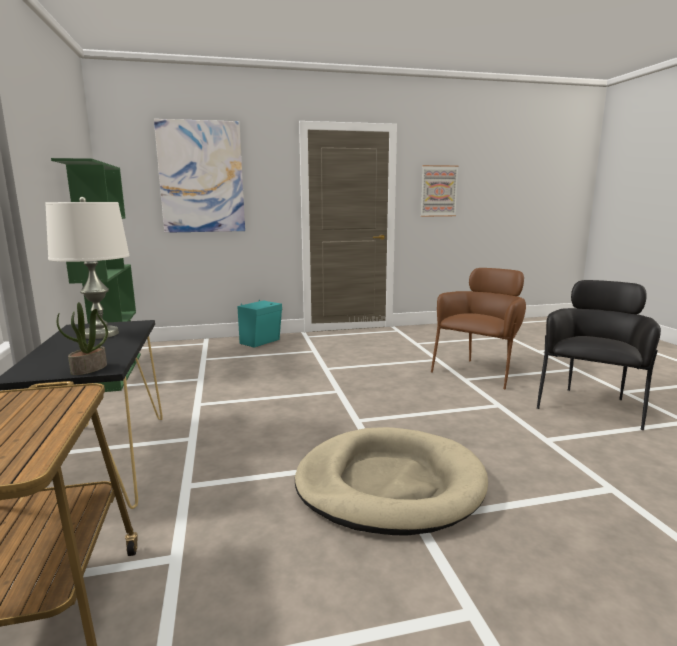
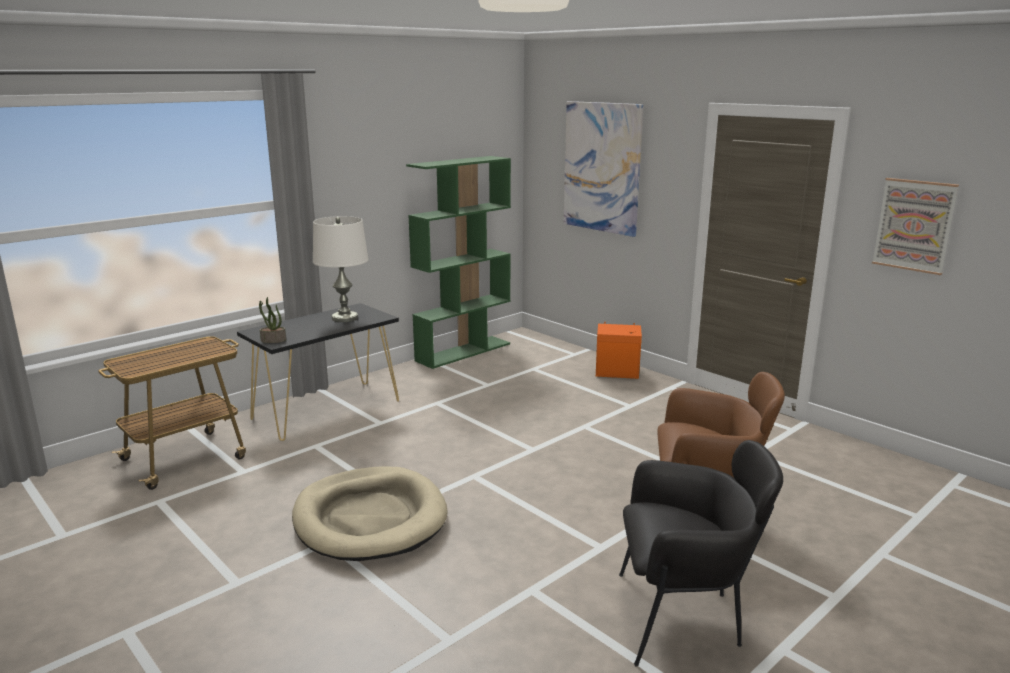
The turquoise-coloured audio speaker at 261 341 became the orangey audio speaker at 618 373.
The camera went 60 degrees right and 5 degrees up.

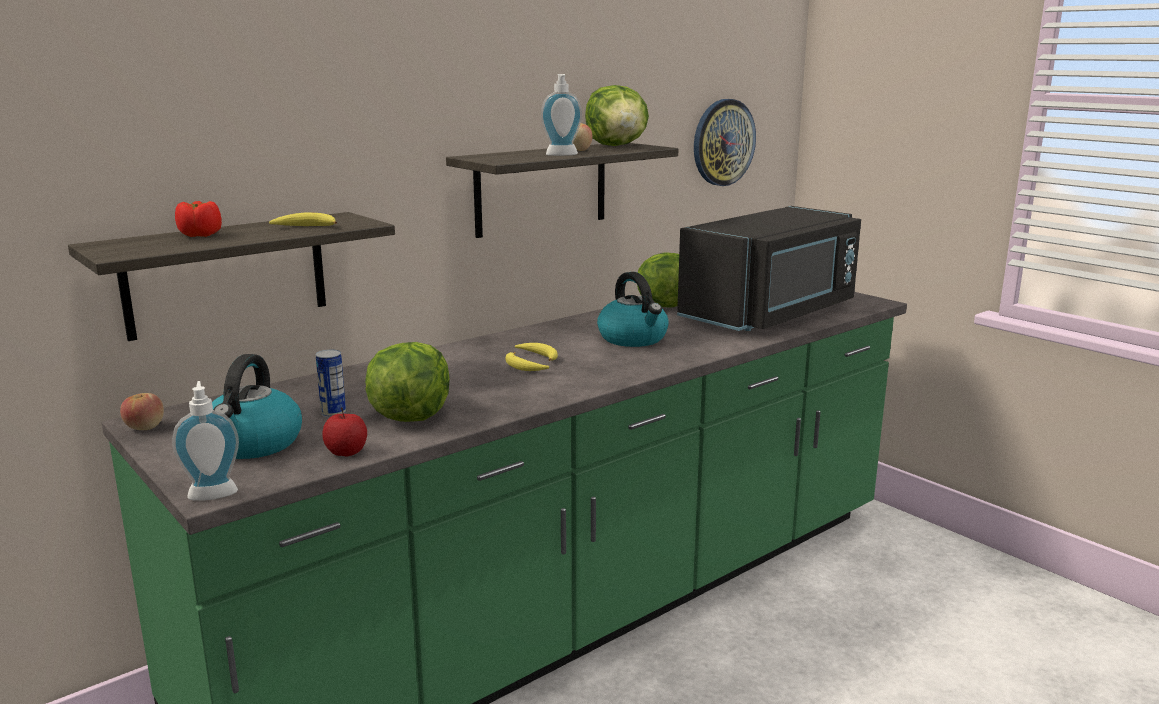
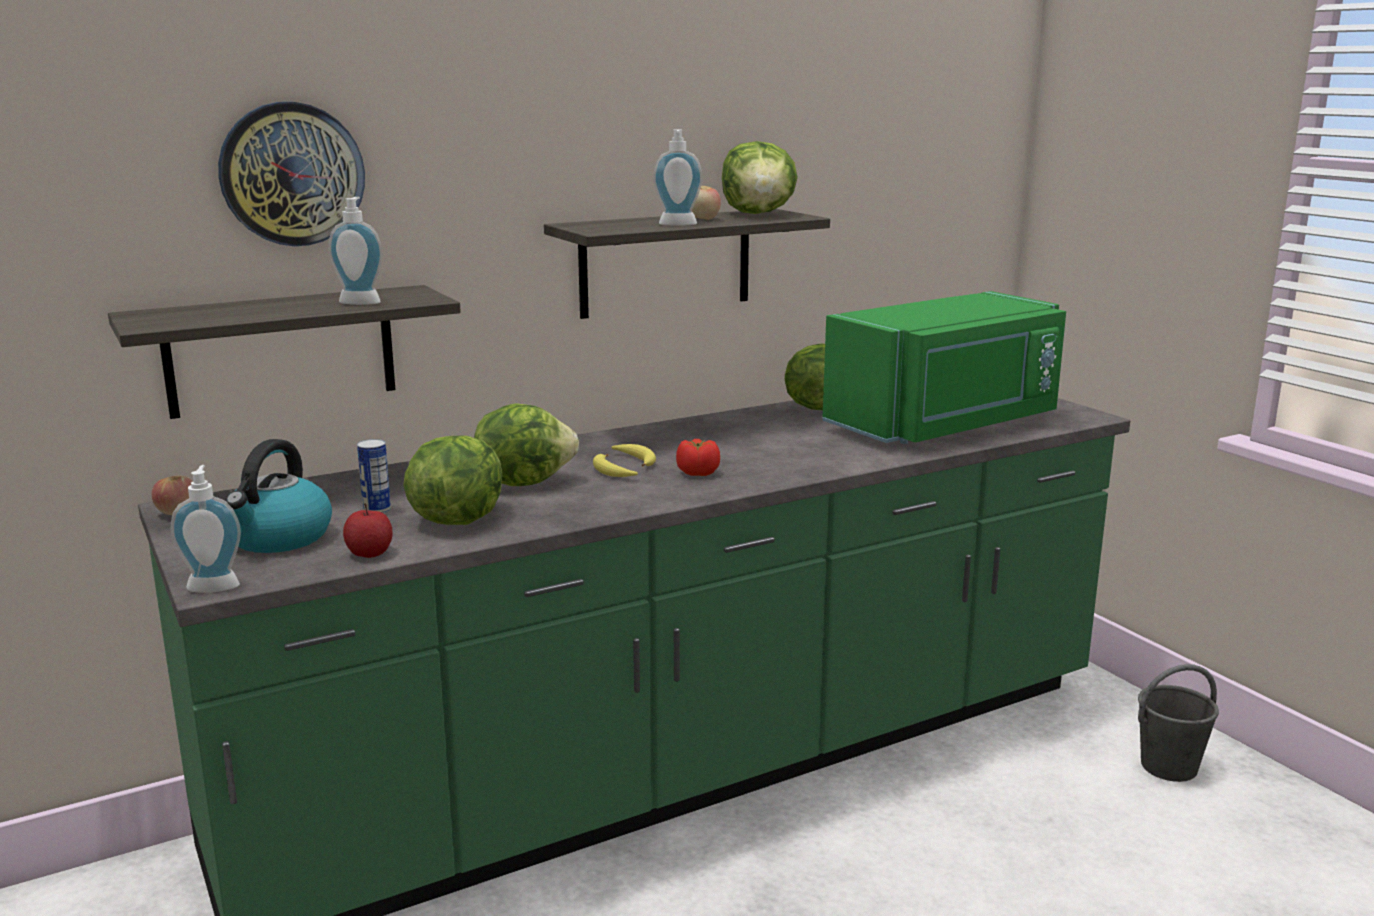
The whole tomato moved from 200 235 to 697 473.
The whole banana at 305 227 was replaced by the soap bottle at 361 301.
The water kettle at 633 339 disappeared.
The black-coloured kitchen microwave at 772 314 became the green-coloured kitchen microwave at 946 424.
The clock on the wall moved from 723 142 to 292 174.
The lettuce head at 524 481 appeared.
The greyish bucket at 1169 766 appeared.
The camera went 10 degrees right and 0 degrees up.

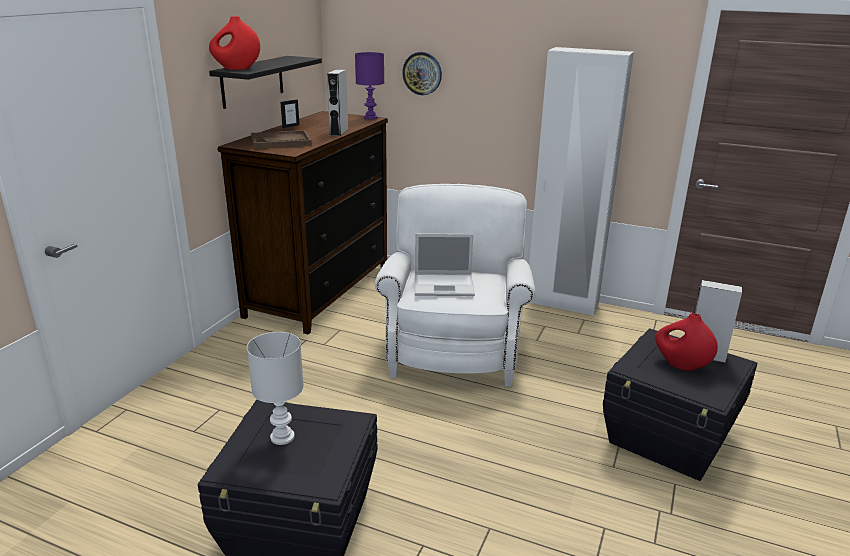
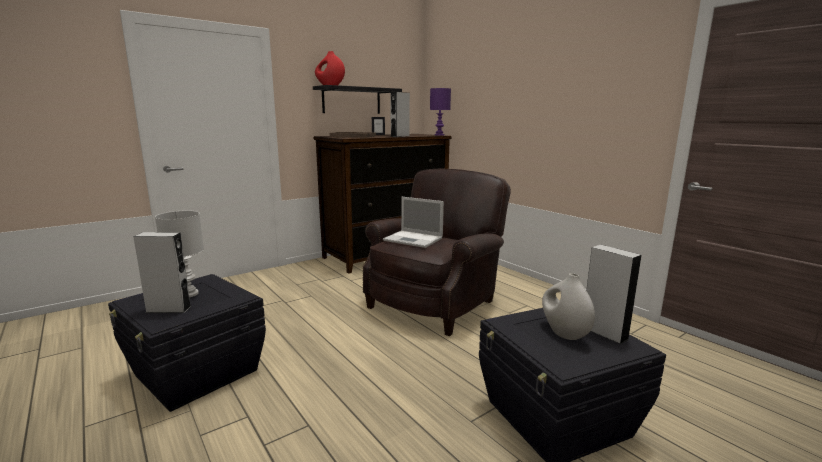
The whitish easy chair at 454 348 became the brownish easy chair at 435 302.
The clock on the wall at 422 73 disappeared.
The whitish wardrobe at 562 303 disappeared.
The red decorative vase at 680 365 became the whitish decorative vase at 564 333.
The greyish audio speaker at 168 309 appeared.
The camera went 30 degrees right and 10 degrees down.

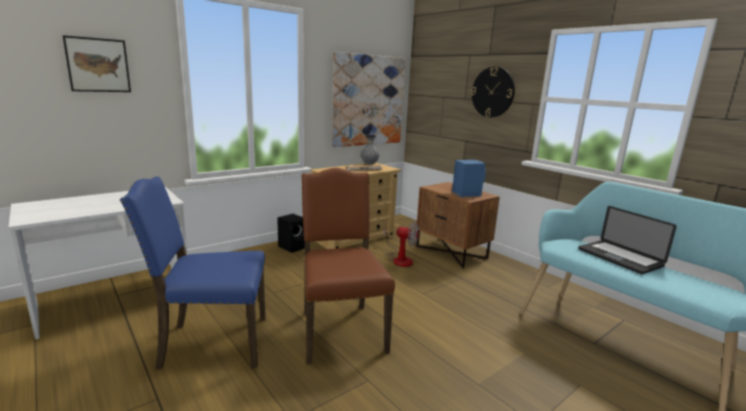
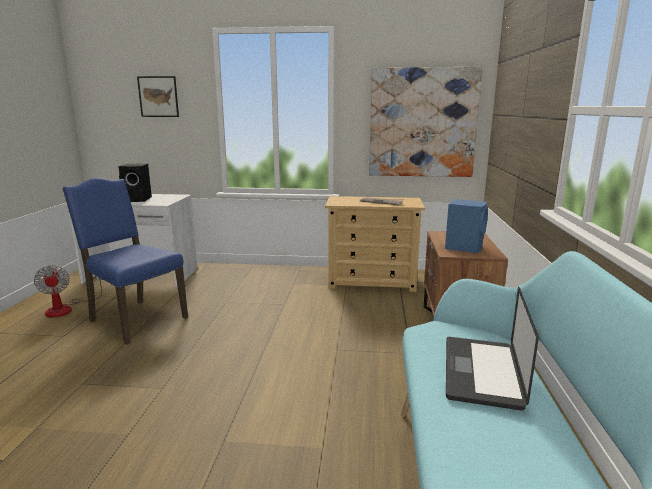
The black-coloured audio speaker moved from 293 247 to 138 199.
The brownish upright chair at 340 330 disappeared.
The greyish decorative vase at 369 164 disappeared.
The fan moved from 399 259 to 67 308.
The clock on the wall at 492 92 disappeared.
The camera went 45 degrees right and 0 degrees up.

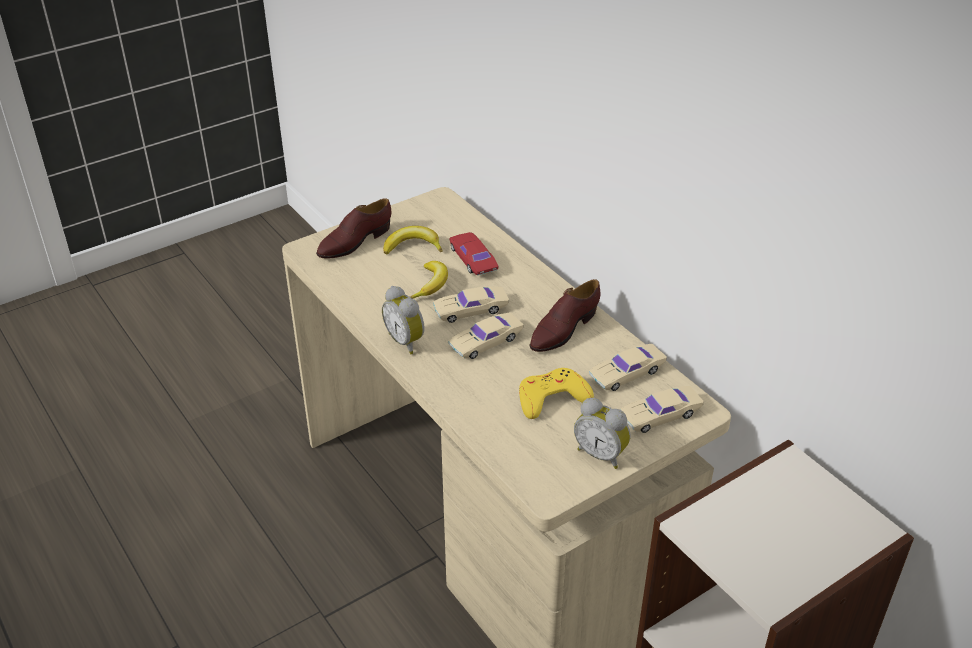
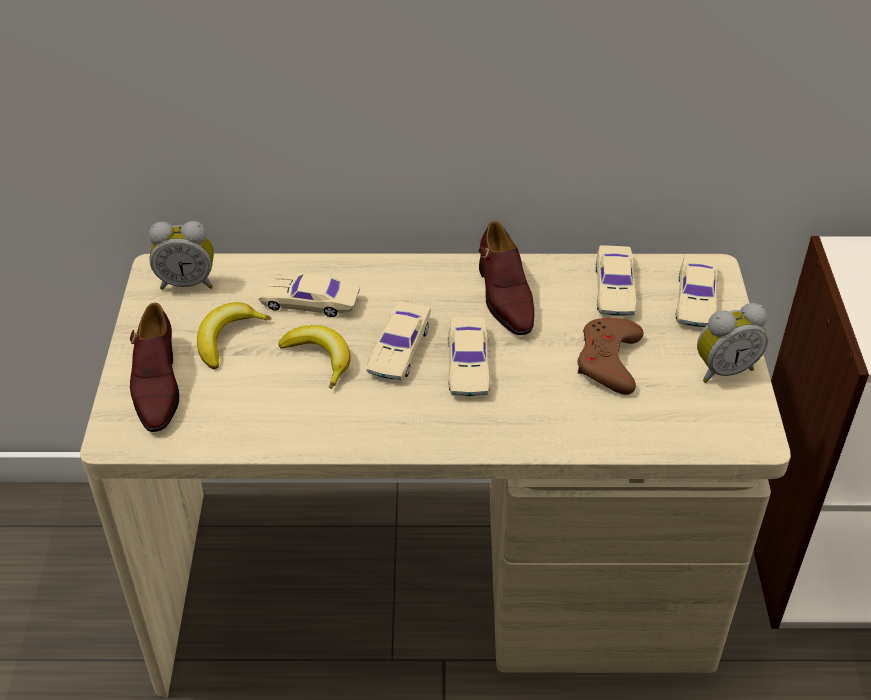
The alarm clock moved from 407 341 to 187 282.
The red model car at 473 259 became the sand-coloured model car at 310 301.
The yellow joypad at 552 398 became the brownish joypad at 609 361.
The camera went 55 degrees left and 5 degrees up.

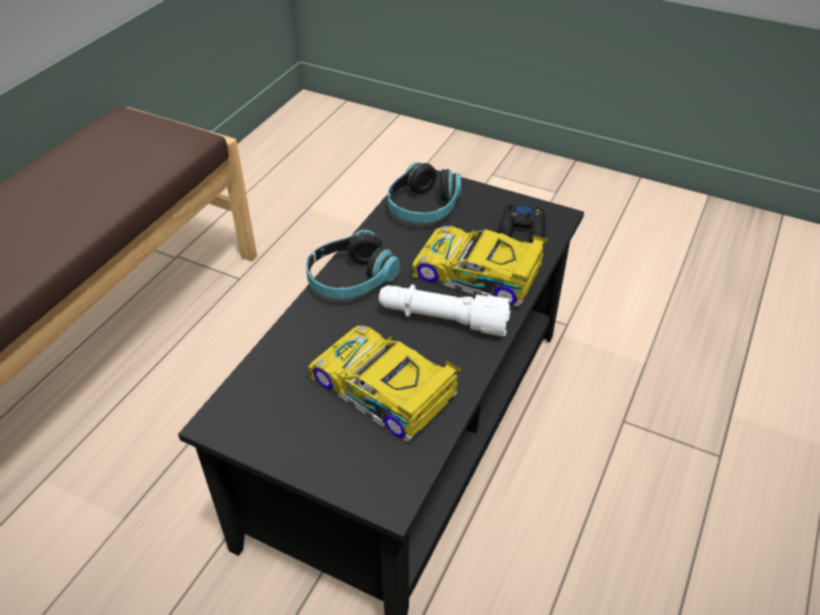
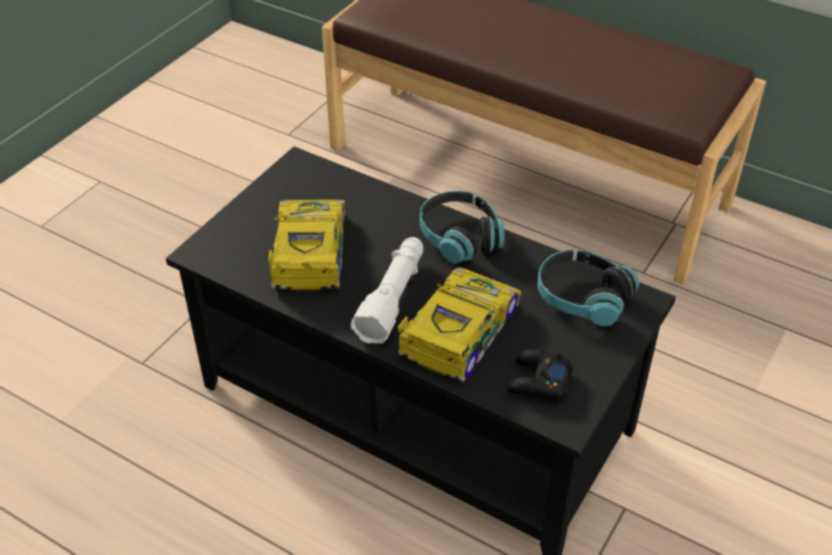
The model car at 384 391 turned 45 degrees counterclockwise.
The camera went 95 degrees right and 0 degrees up.

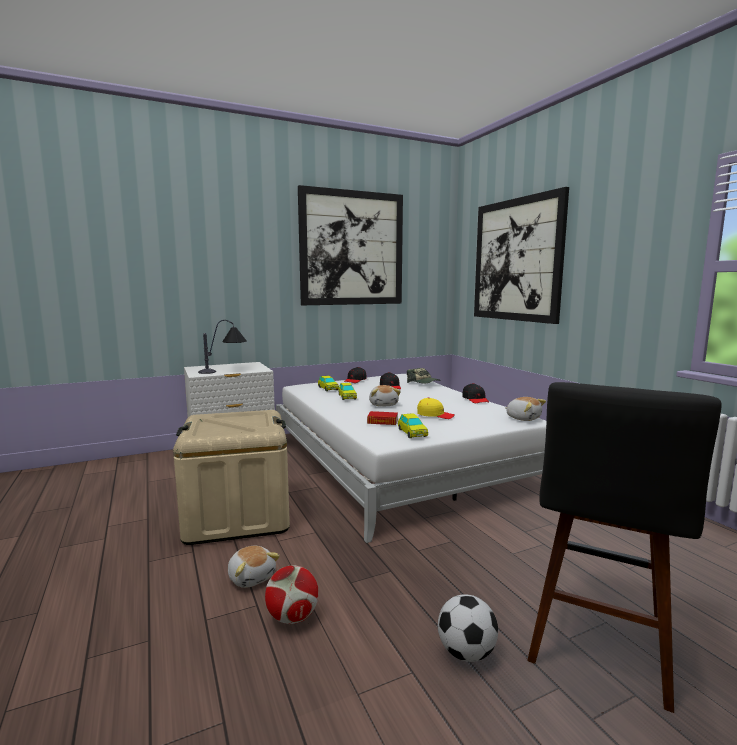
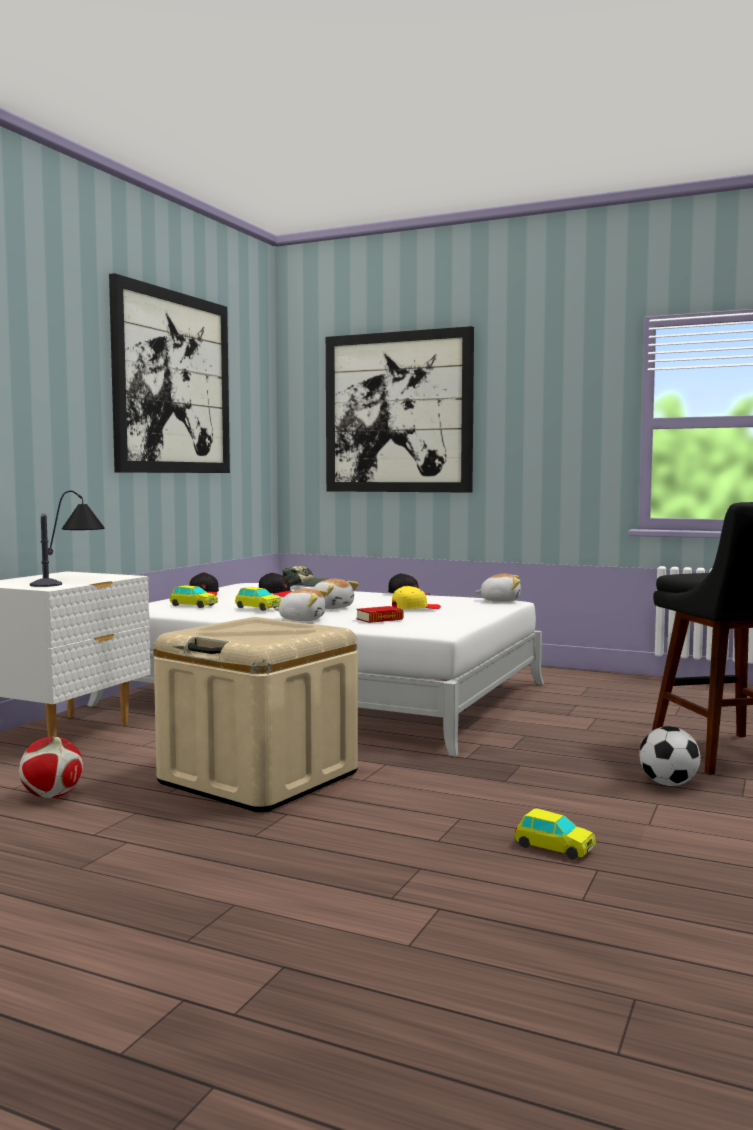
The cuddly toy moved from 252 577 to 302 619.
The football ball moved from 293 617 to 52 796.
The model car moved from 412 433 to 554 848.
The camera went 40 degrees left and 5 degrees down.

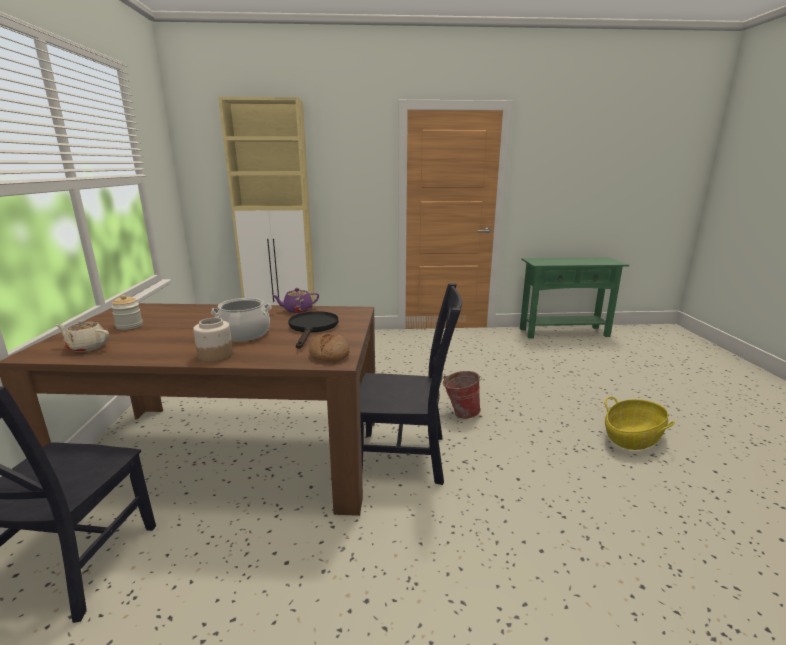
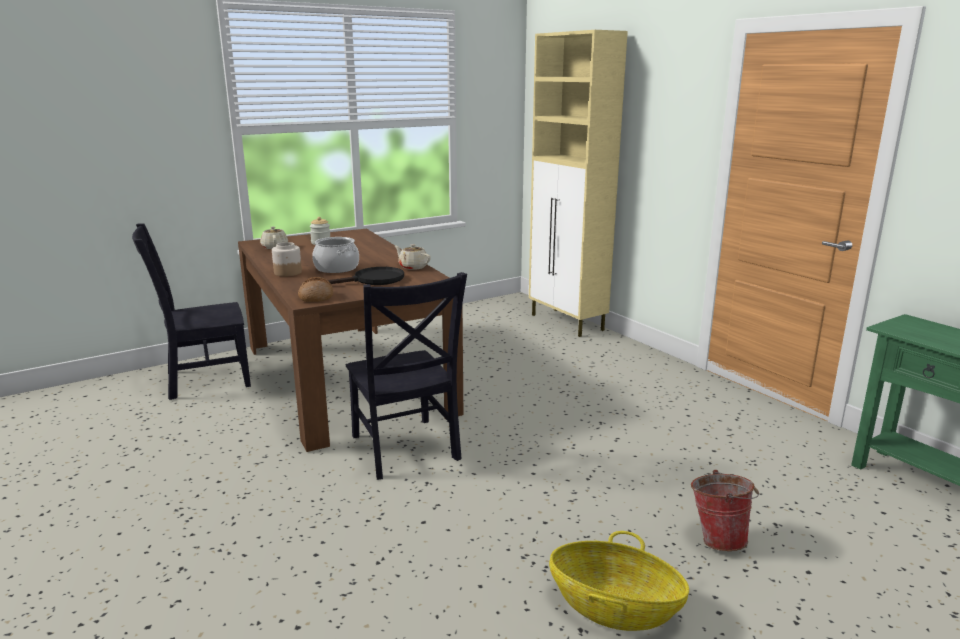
The purplish teapot at 297 310 became the sand-coloured teapot at 413 267.
The bucket moved from 460 413 to 718 538.
The camera went 60 degrees right and 0 degrees up.

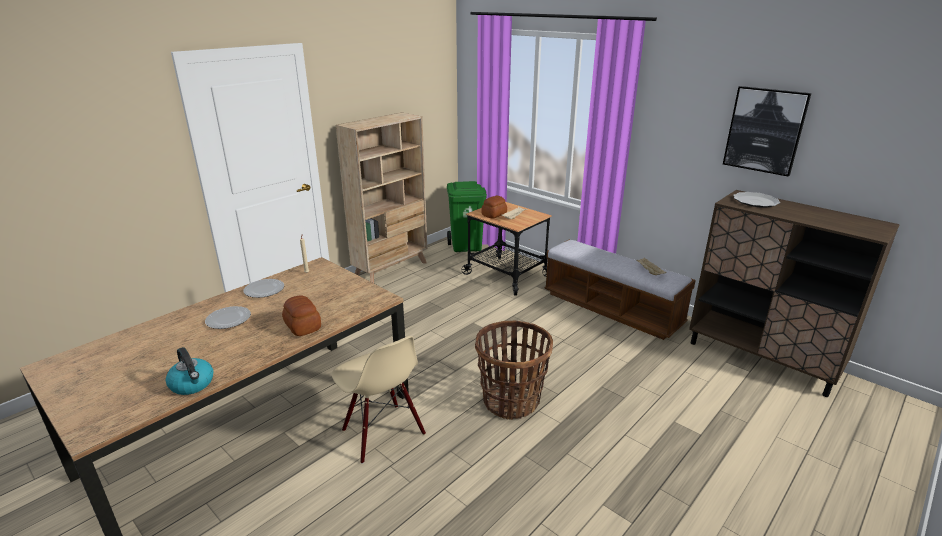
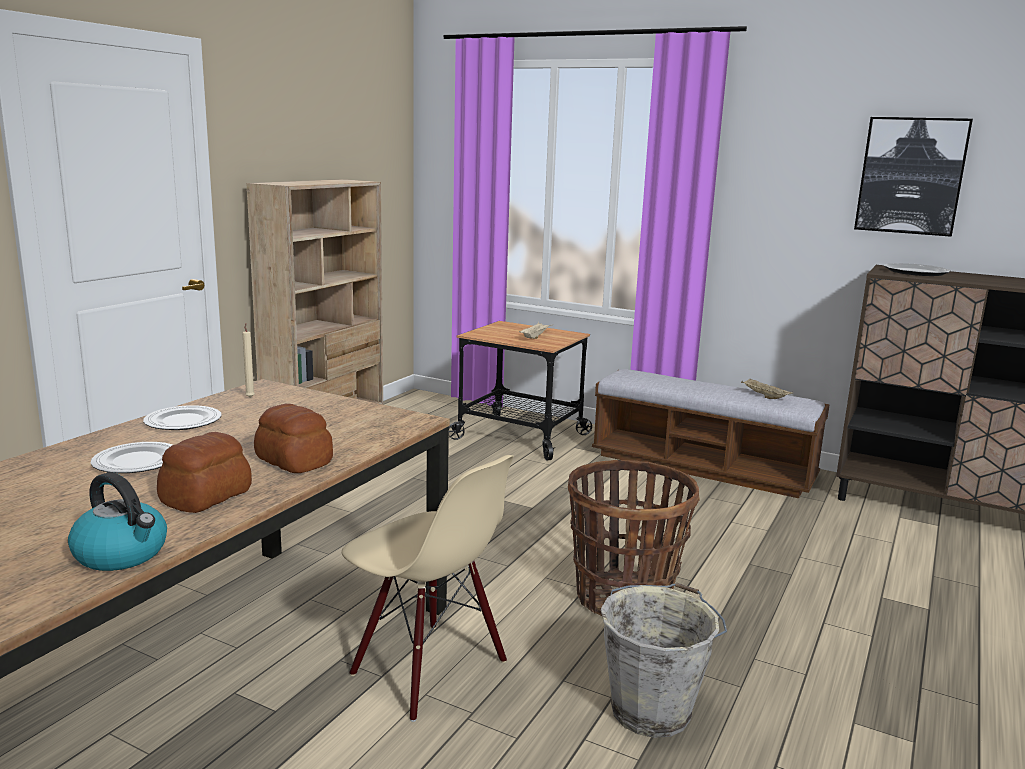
The green-coloured trash can at 466 247 disappeared.
The bakery bread moved from 494 214 to 207 497.
The greyish bucket at 652 709 appeared.
The camera went 15 degrees left and 10 degrees down.

